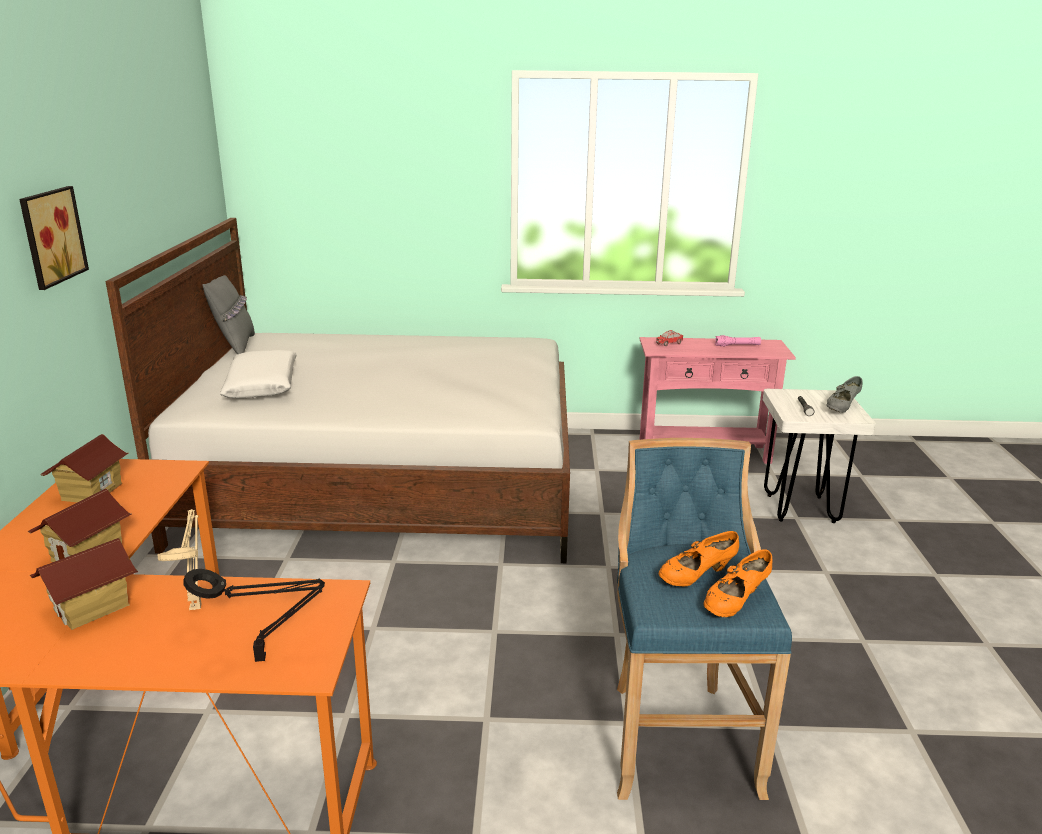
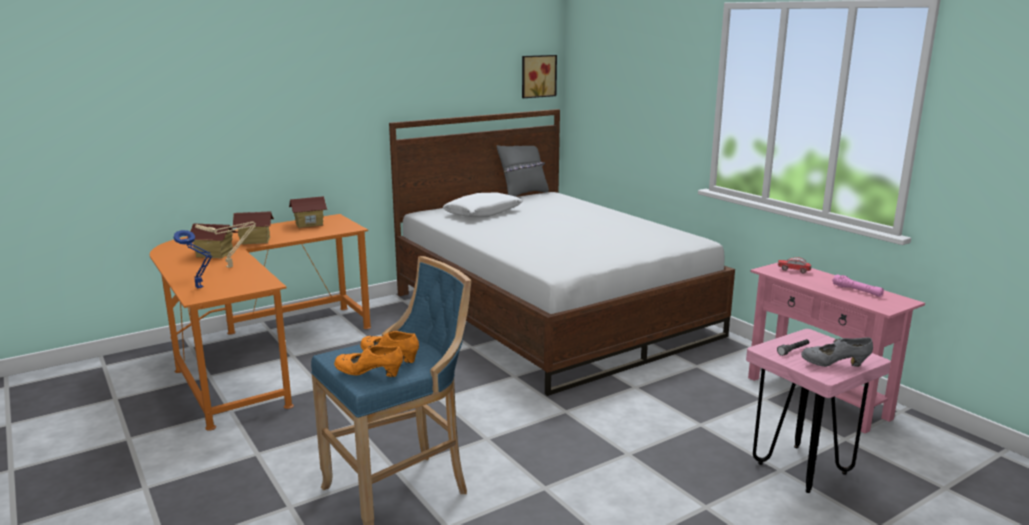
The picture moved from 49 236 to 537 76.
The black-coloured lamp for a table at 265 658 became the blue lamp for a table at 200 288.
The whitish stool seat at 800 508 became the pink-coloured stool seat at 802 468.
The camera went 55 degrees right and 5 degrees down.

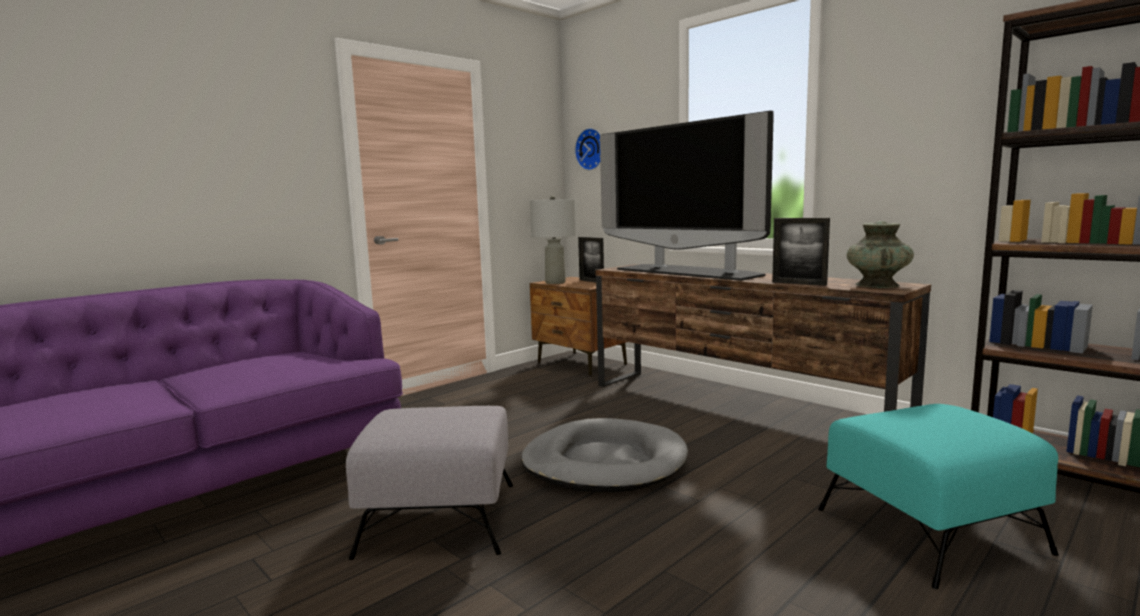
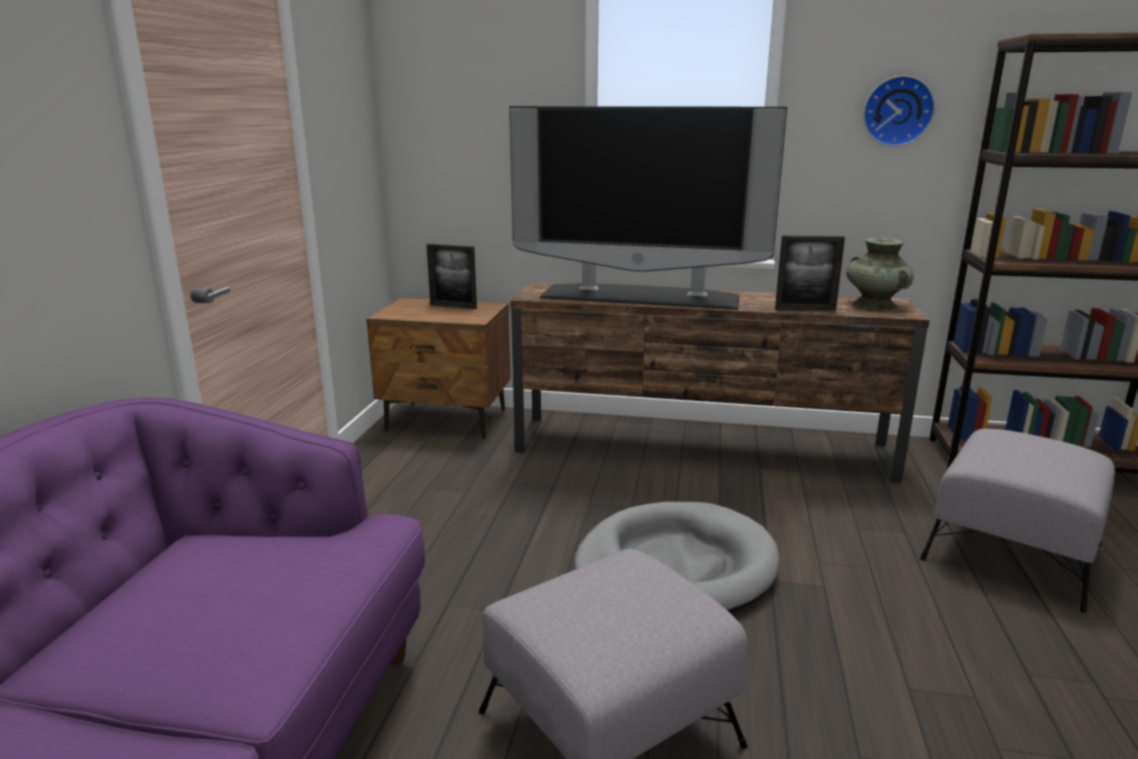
The greyish lamp for a table at 555 282 disappeared.
The clock on the wall moved from 591 149 to 897 111.
The turquoise-coloured ottoman at 930 530 became the greyish ottoman at 1012 551.
The camera went 35 degrees left and 10 degrees up.

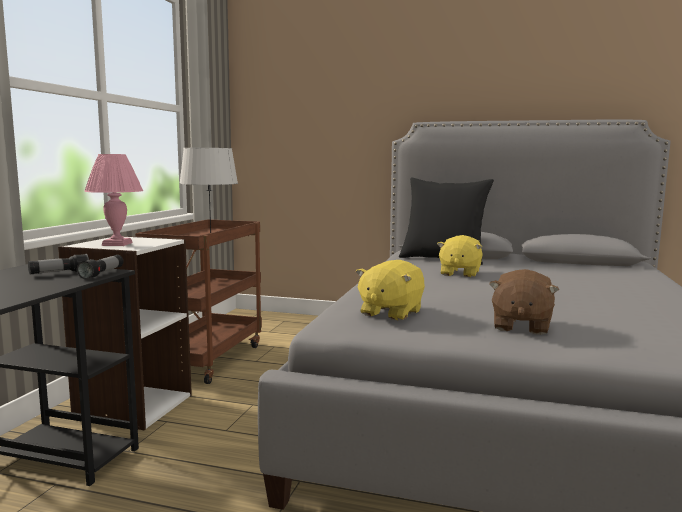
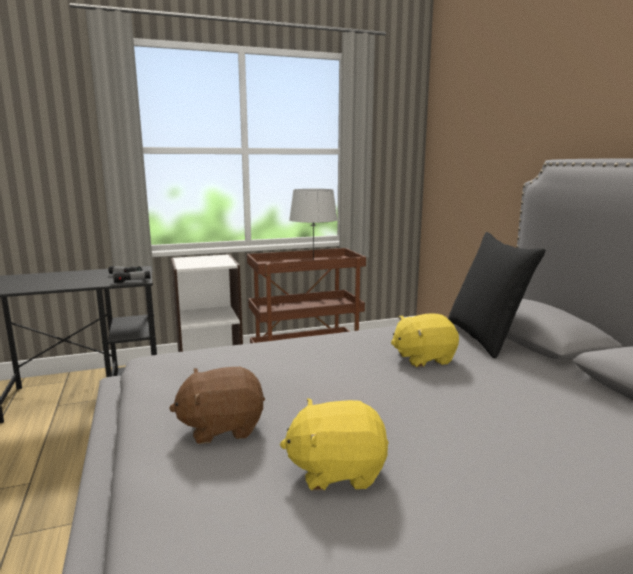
The pink-coloured lamp for a table at 116 244 disappeared.
The yellow cuddly toy moved from 390 313 to 336 470.
The camera went 55 degrees right and 5 degrees up.

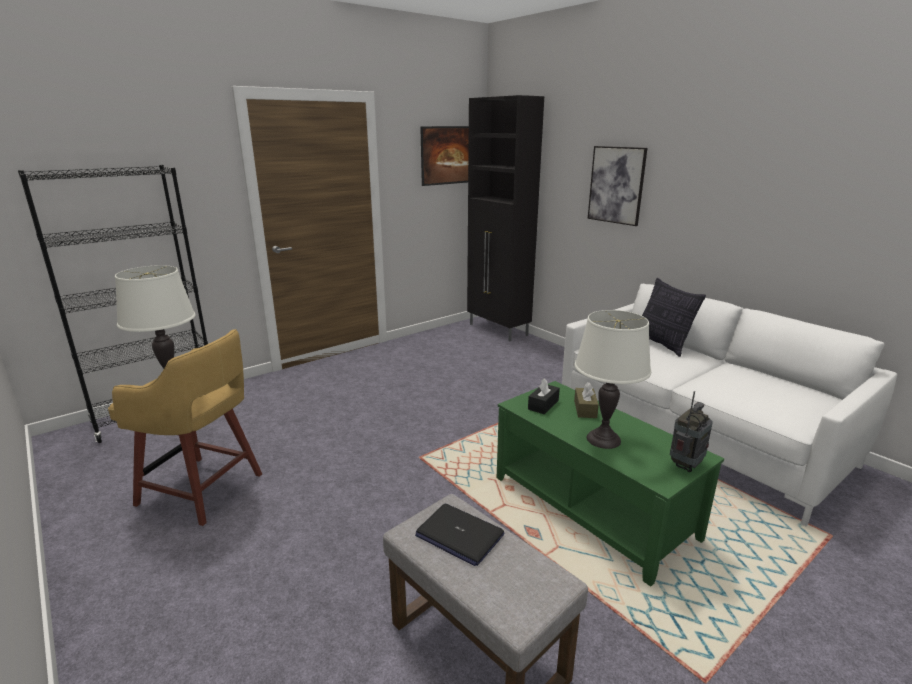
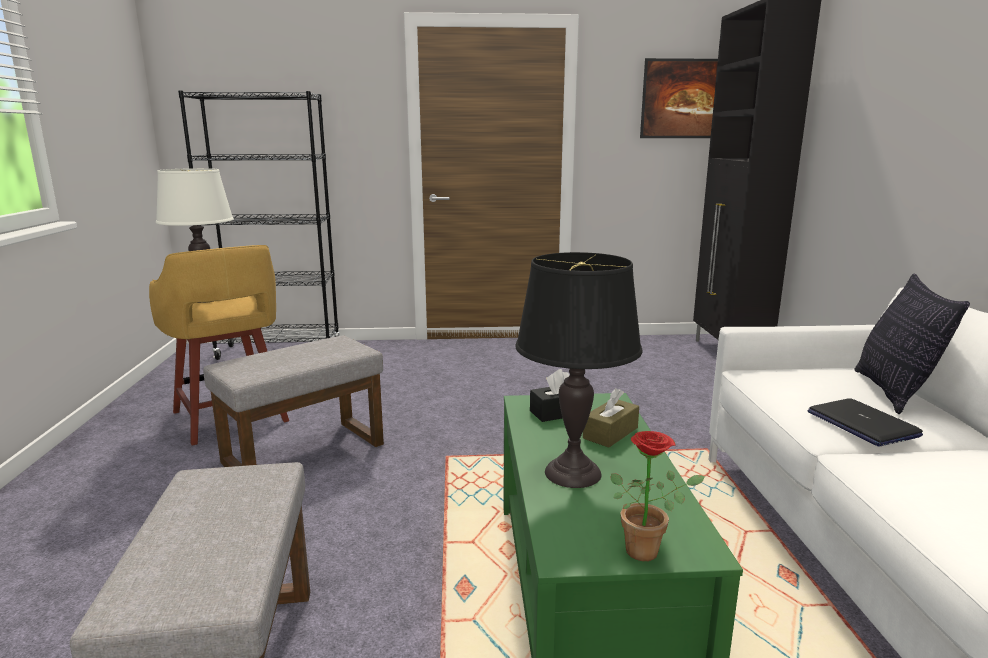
The laptop moved from 459 535 to 861 424.
The whitish lamp for a table at 603 439 became the black-coloured lamp for a table at 572 473.
The picture at 616 185 disappeared.
The radio receiver at 686 465 was replaced by the houseplant at 648 550.
The greyish ottoman at 303 454 appeared.
The camera went 35 degrees right and 5 degrees down.

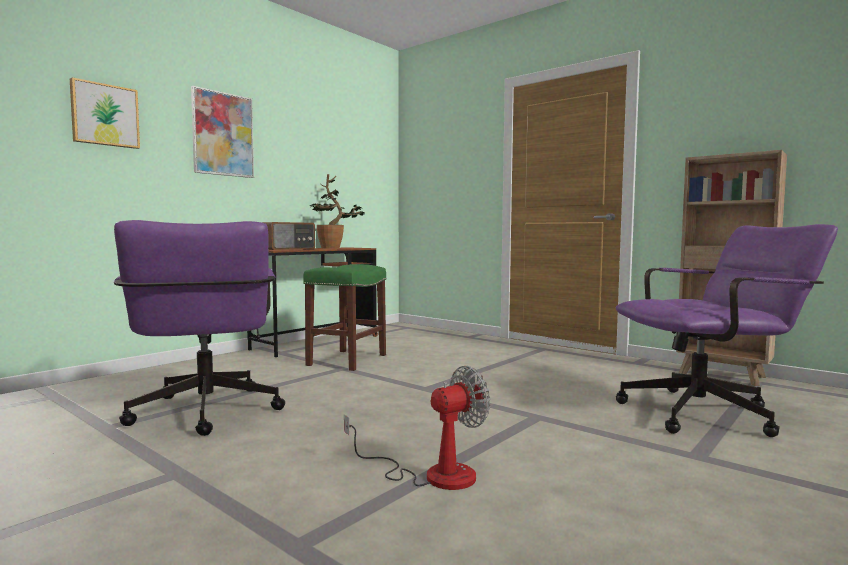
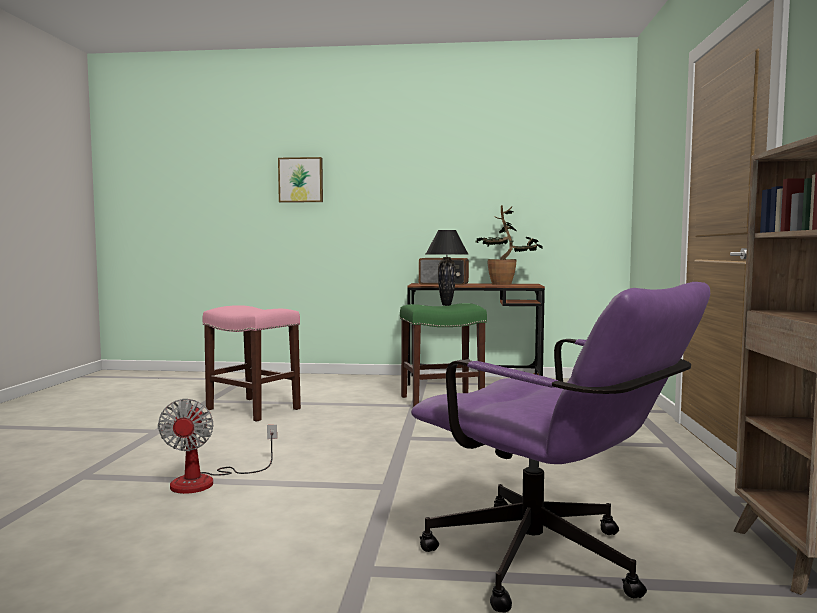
The purplish computer chair at 205 415 was replaced by the pink-coloured stool seat at 252 409.
The picture at 223 134 disappeared.
The fan at 432 474 turned 60 degrees clockwise.
The black-coloured lamp for a table at 446 305 appeared.
The camera went 55 degrees right and 0 degrees up.

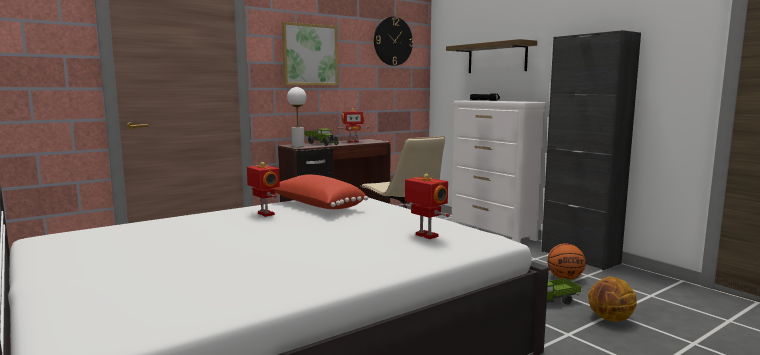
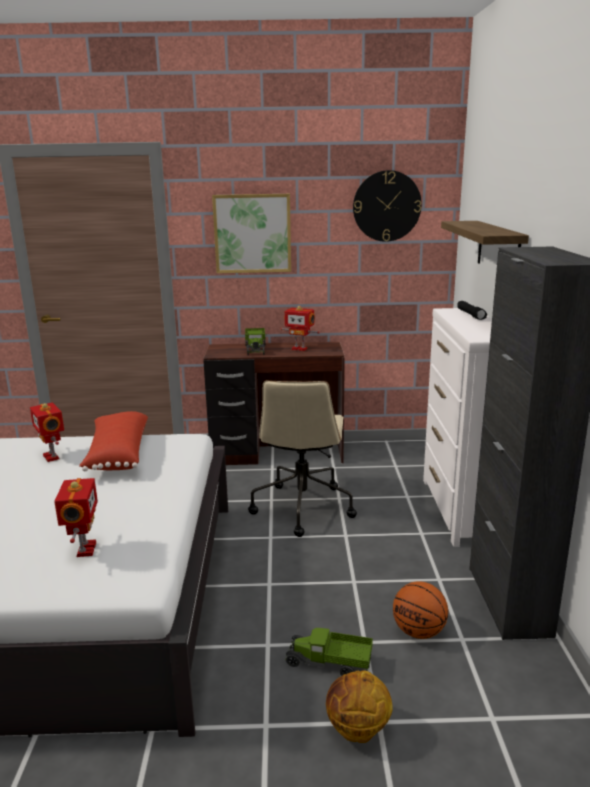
The toy robot at 264 214 turned 150 degrees clockwise.
The whitish lamp for a table at 298 146 disappeared.
The camera went 35 degrees right and 10 degrees up.

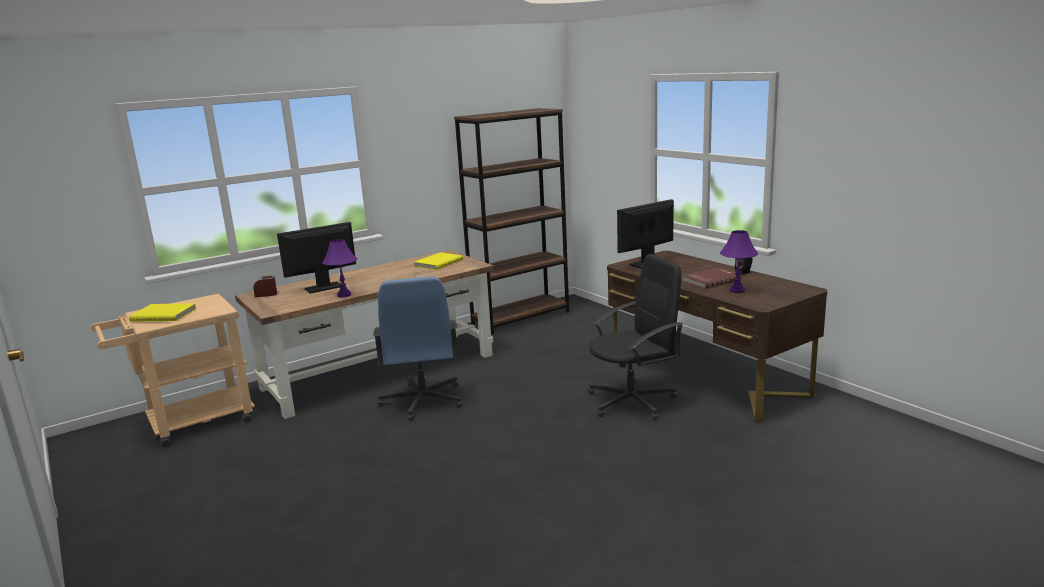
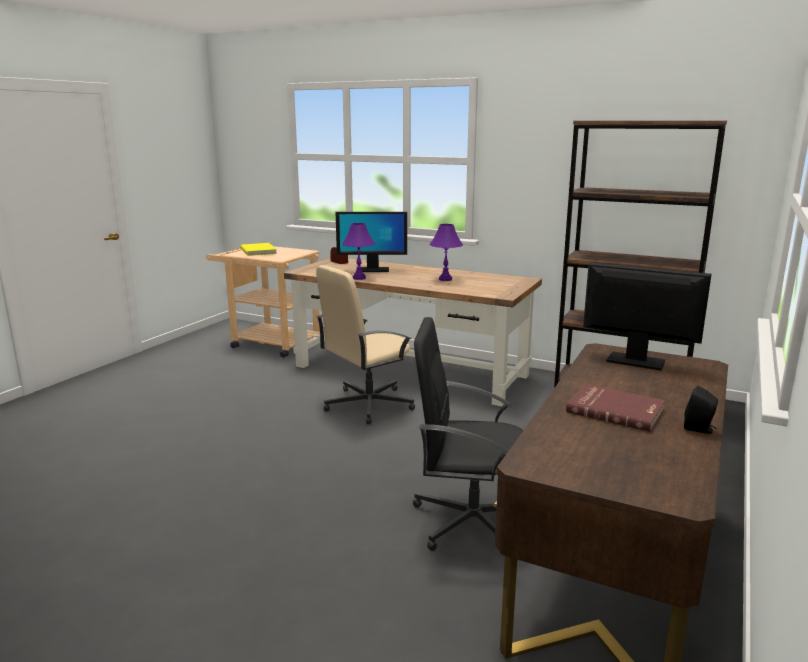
The monitor at 324 288 turned 150 degrees clockwise.
The blue computer chair at 422 401 became the sand-coloured computer chair at 367 405.
The yellow bound book at 438 263 disappeared.
The black-coloured computer chair at 633 401 turned 150 degrees clockwise.
The purplish lamp for a table moved from 737 290 to 445 279.
The camera went 60 degrees right and 0 degrees up.

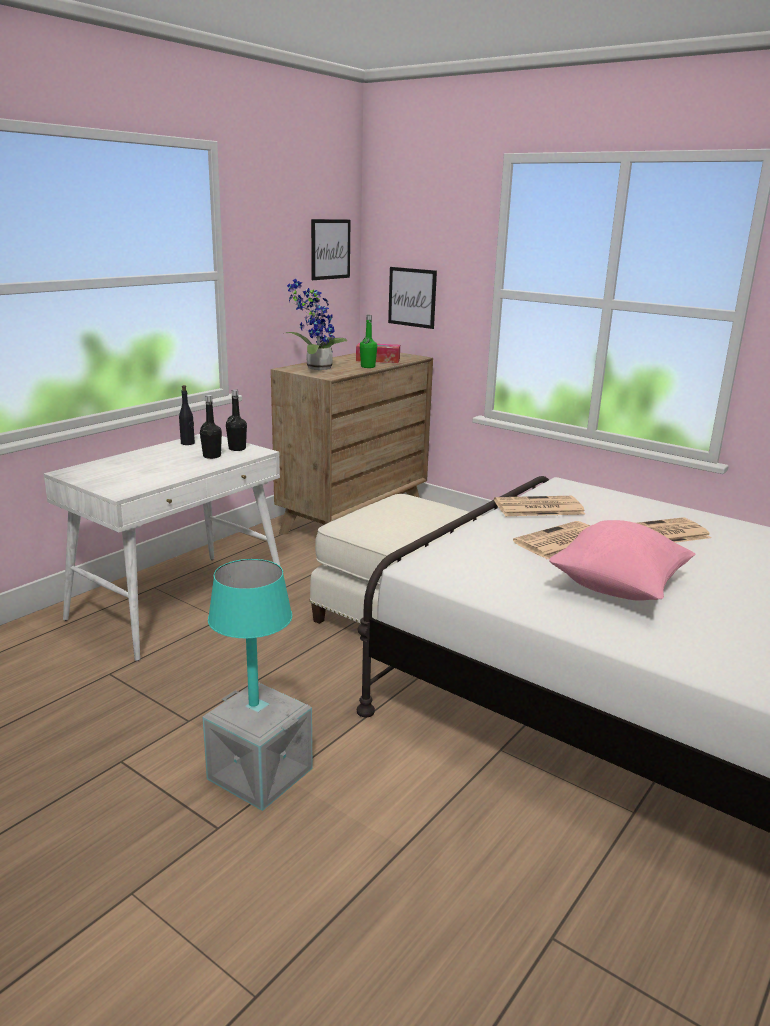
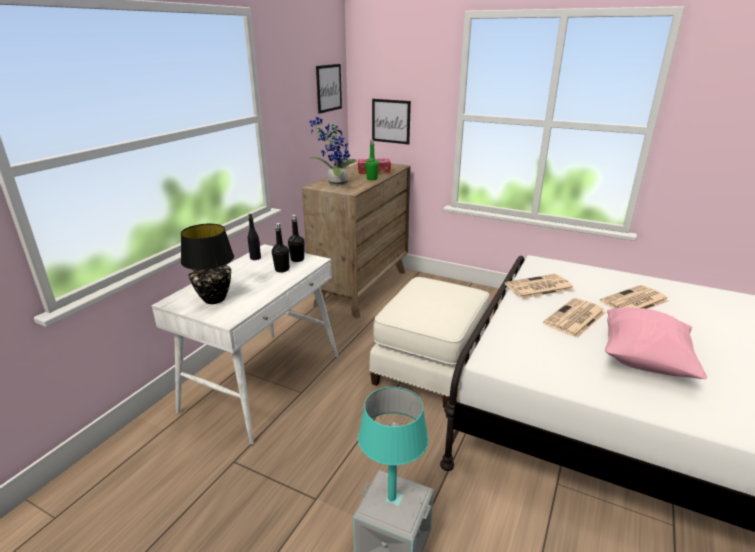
The black-coloured lamp for a table at 214 299 appeared.
The camera went 10 degrees left and 5 degrees up.

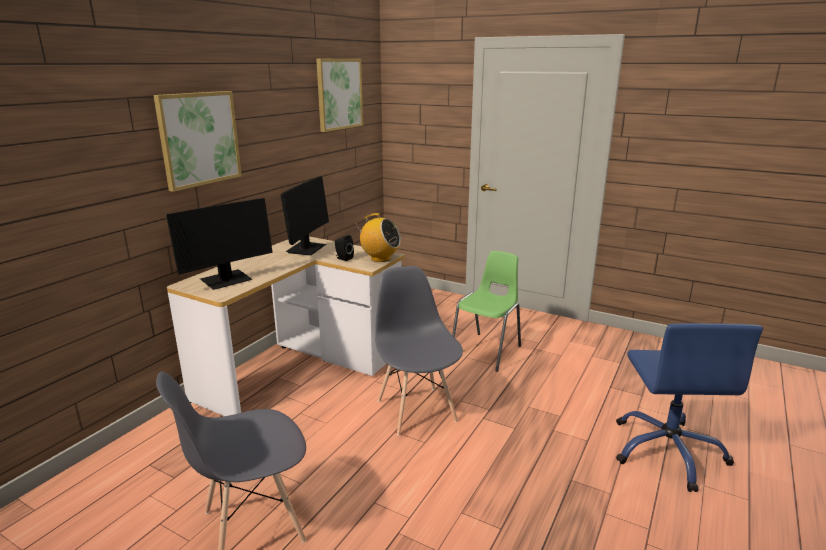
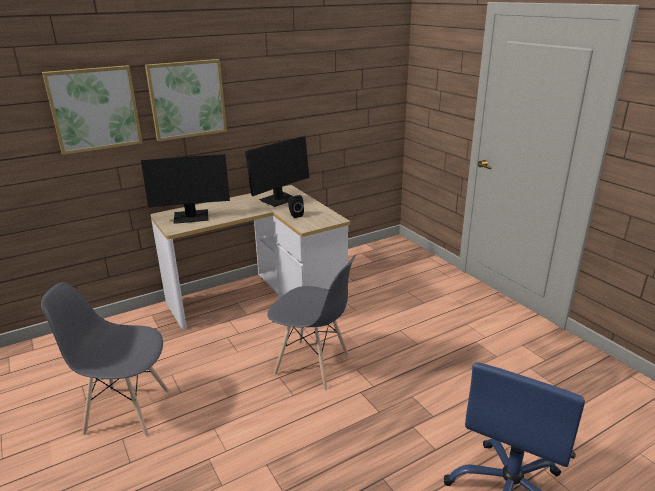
The picture moved from 339 94 to 94 109.
The radio receiver at 380 258 disappeared.
The greyish upright chair at 416 410 turned 105 degrees clockwise.
The green-coloured upright chair at 487 351 disappeared.
The camera went 30 degrees right and 5 degrees up.

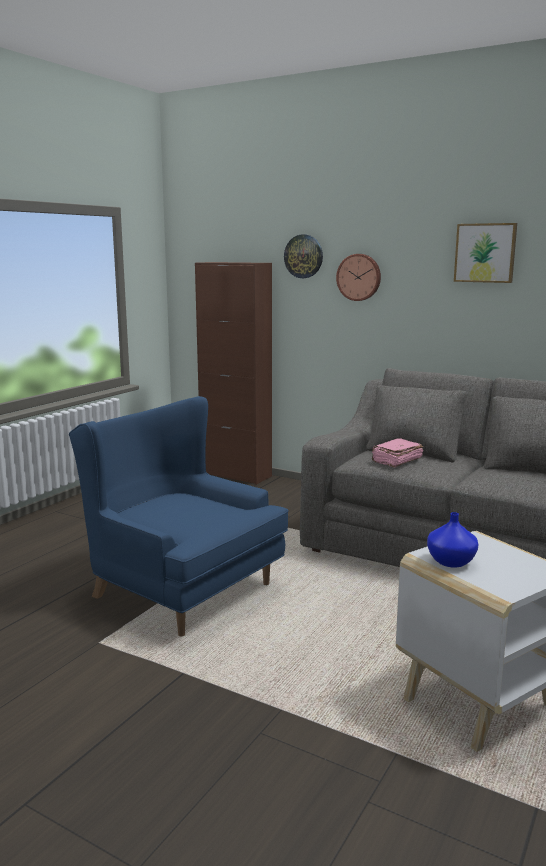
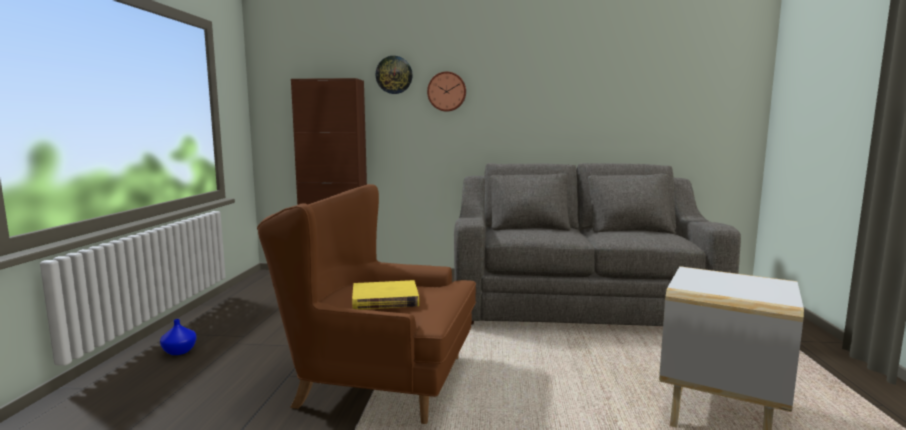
The blue easy chair at 179 588 became the brownish easy chair at 377 379.
The pink-coloured bound book at 396 461 disappeared.
The blue decorative vase moved from 451 562 to 179 351.
The picture at 485 253 disappeared.
The yellow bound book at 385 299 appeared.
The camera went 25 degrees left and 5 degrees down.

